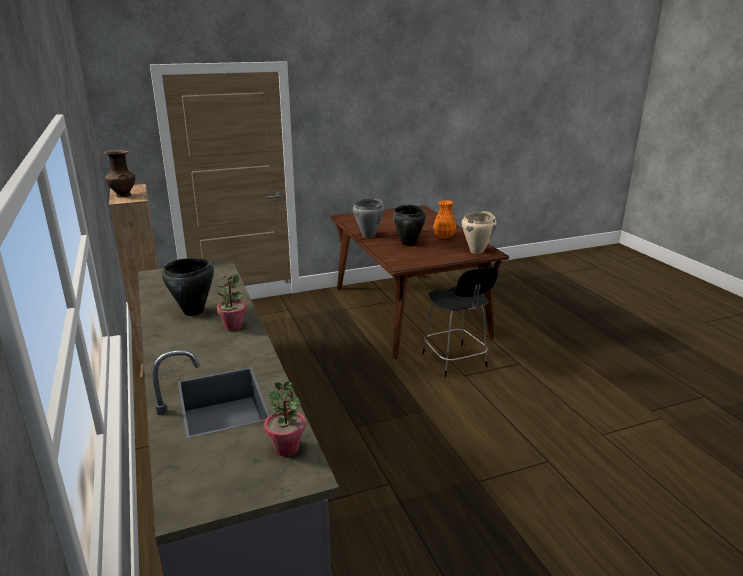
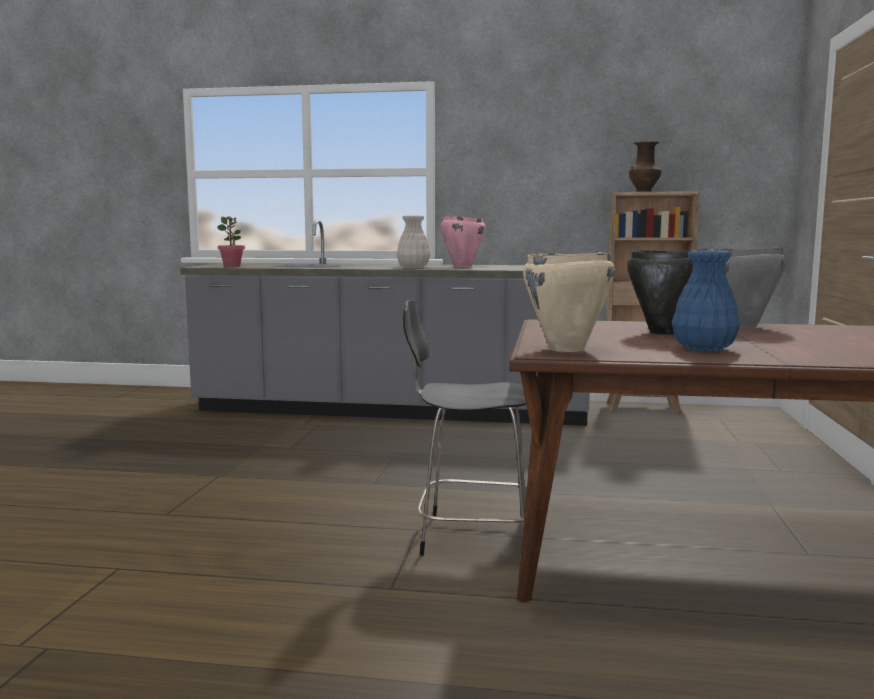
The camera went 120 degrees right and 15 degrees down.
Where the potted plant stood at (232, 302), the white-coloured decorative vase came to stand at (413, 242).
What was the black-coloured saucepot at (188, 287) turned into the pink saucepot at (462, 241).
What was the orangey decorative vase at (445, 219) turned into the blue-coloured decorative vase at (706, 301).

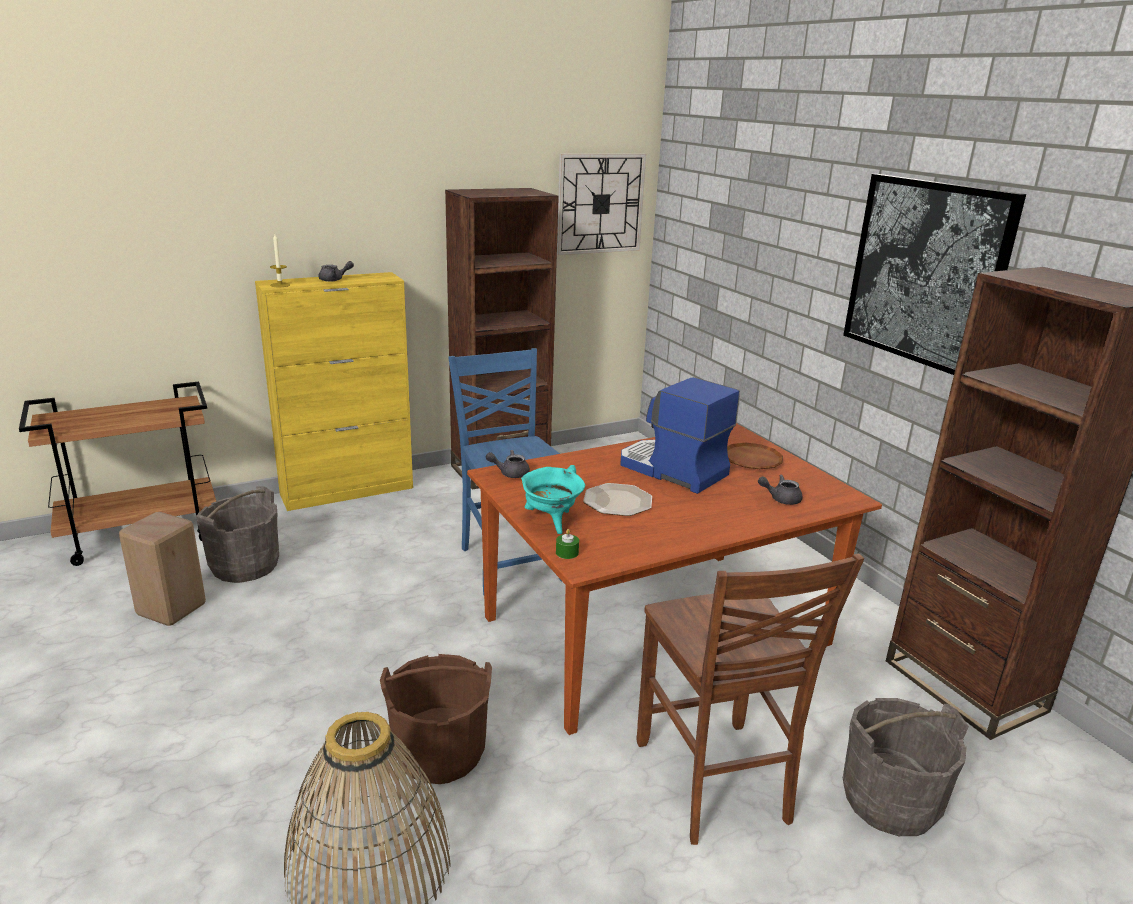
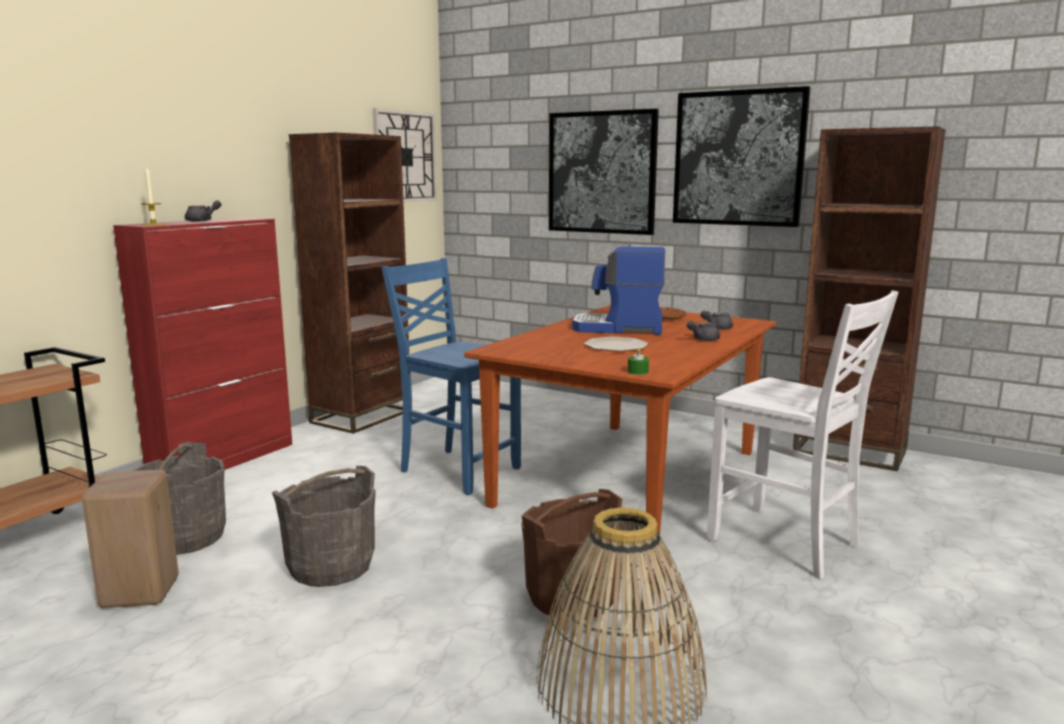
The camera went 30 degrees left and 10 degrees down.
What was the yellow cupboard at (334, 391) turned into the reddish cupboard at (202, 343).
The greyish pail ended up elsewhere, having gone from (906, 767) to (324, 526).
The second view gained the wall art at (604, 172).
The greyish tea pot ended up elsewhere, having gone from (508, 464) to (703, 331).
What was the brown chair at (750, 699) turned into the white-coloured chair at (803, 434).
The second view lost the blue-green saucepot at (553, 499).

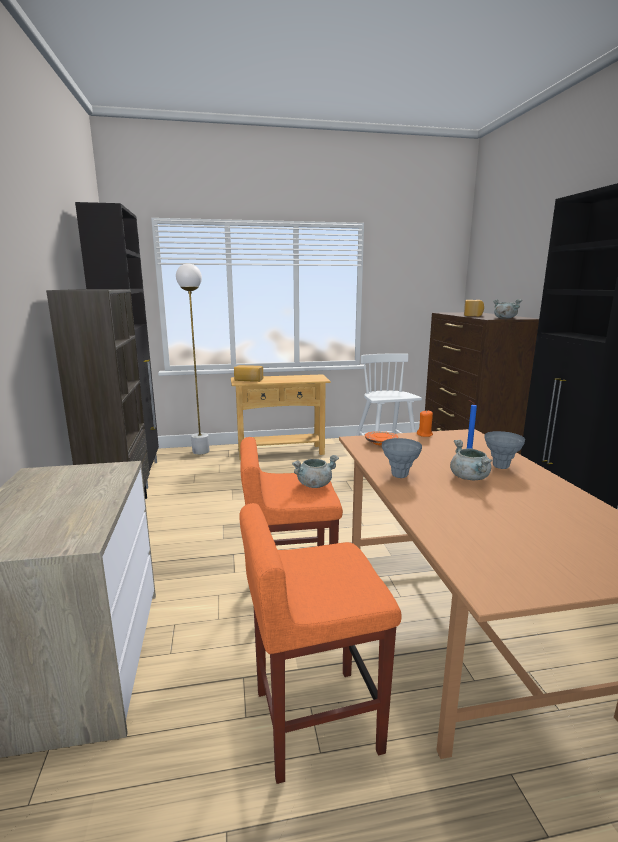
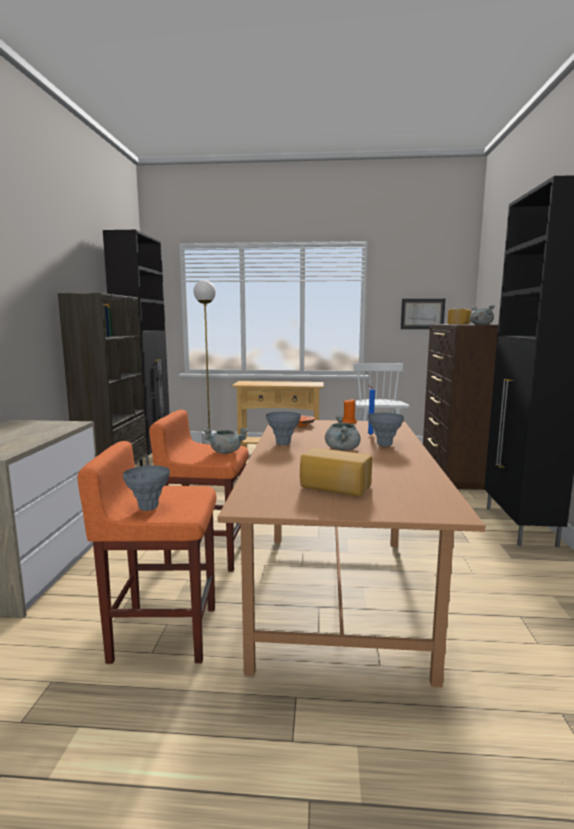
The camera went 15 degrees right and 5 degrees down.
The second view gained the greyish decorative vase at (146, 488).
The baked bread ended up elsewhere, having gone from (248, 373) to (336, 472).
The second view gained the wall art at (423, 314).

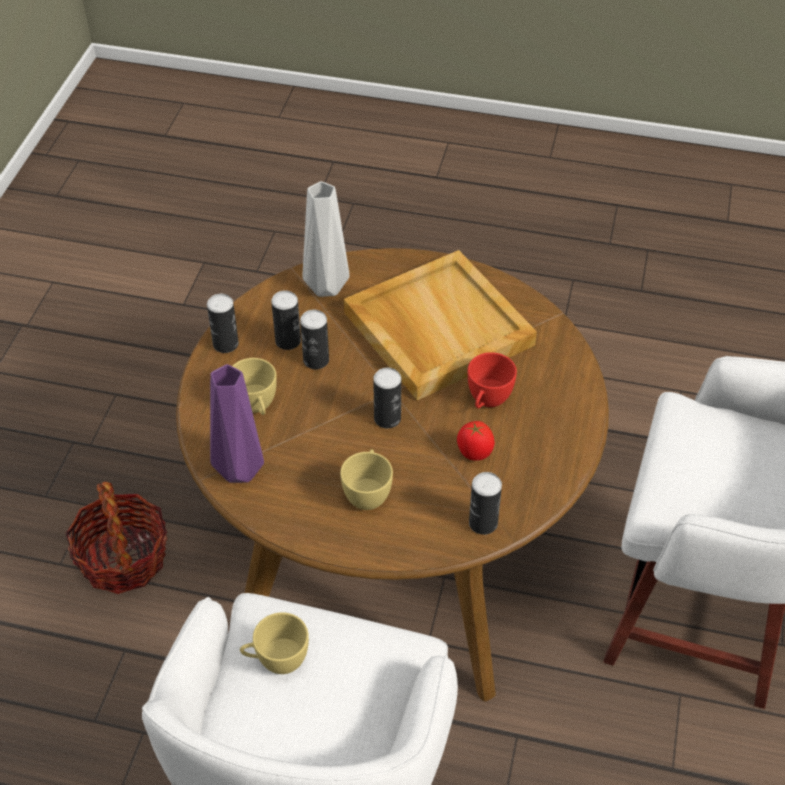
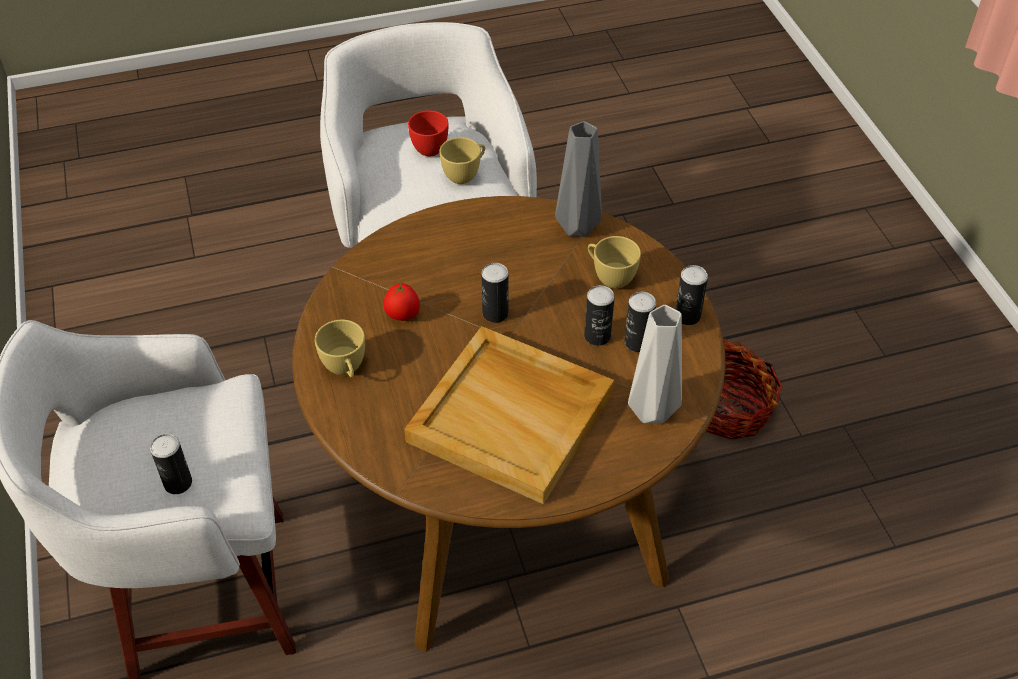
The camera went 150 degrees right and 0 degrees up.
The metal can ended up elsewhere, having gone from (485, 503) to (171, 464).
The yellow drinking cup ended up elsewhere, having gone from (366, 479) to (340, 349).
The reddish drinking cup ended up elsewhere, having gone from (492, 380) to (428, 133).
What was the purple-coloured decorative vase at (237, 423) turned into the greyish decorative vase at (578, 179).

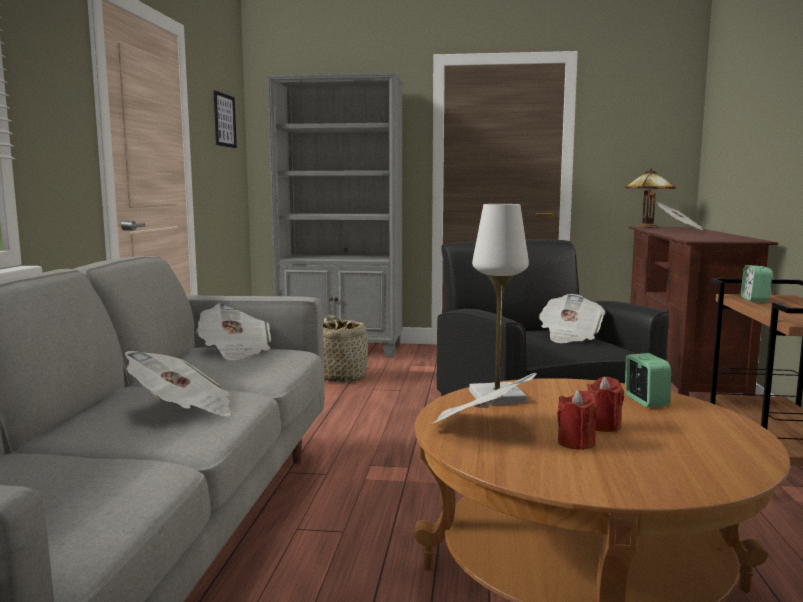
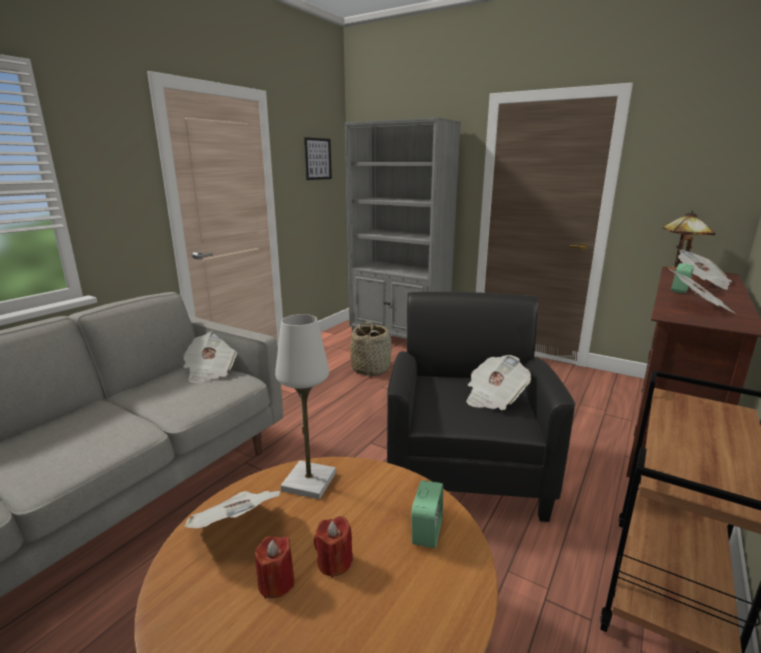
The camera went 25 degrees right and 10 degrees up.
The daily paper ended up elsewhere, having gone from (178, 383) to (703, 291).
The bedside clock ended up elsewhere, having gone from (757, 283) to (682, 278).

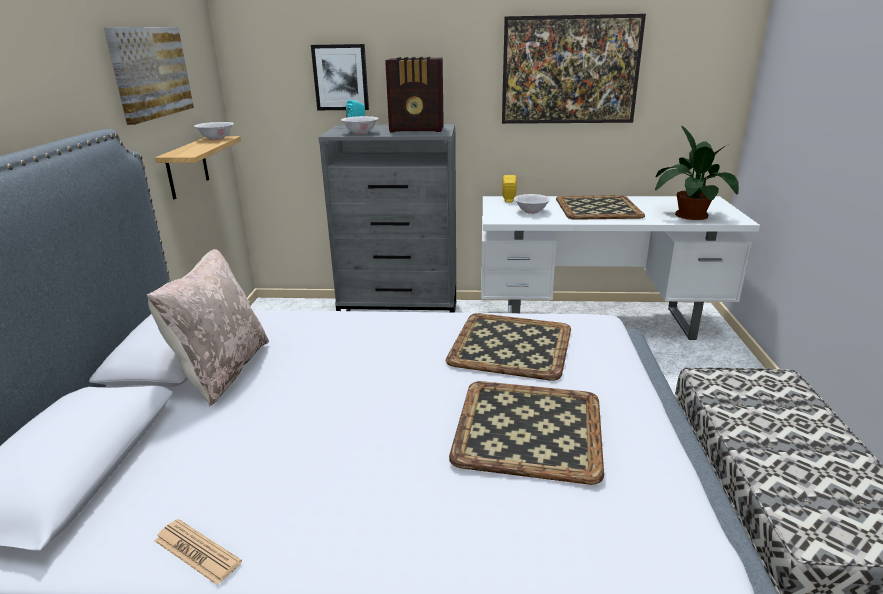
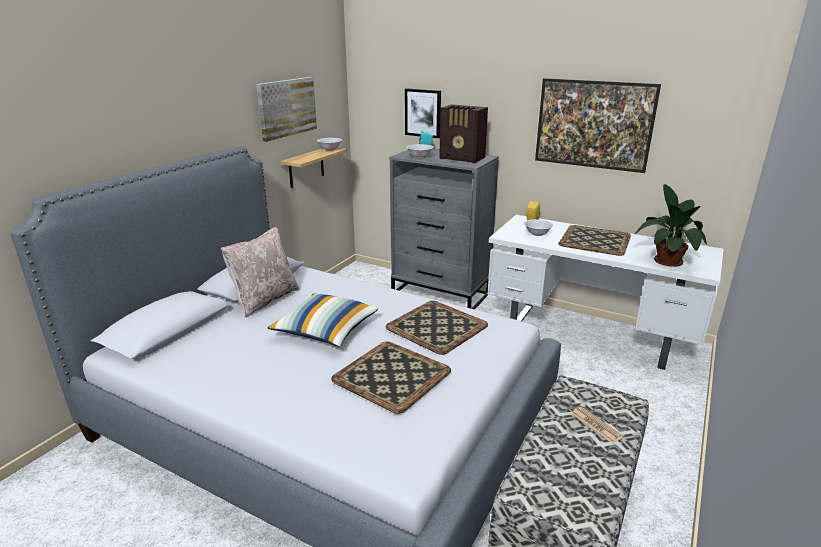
The camera went 25 degrees right and 0 degrees up.
The second view gained the pillow at (323, 320).
The daily paper ended up elsewhere, having gone from (198, 552) to (597, 425).

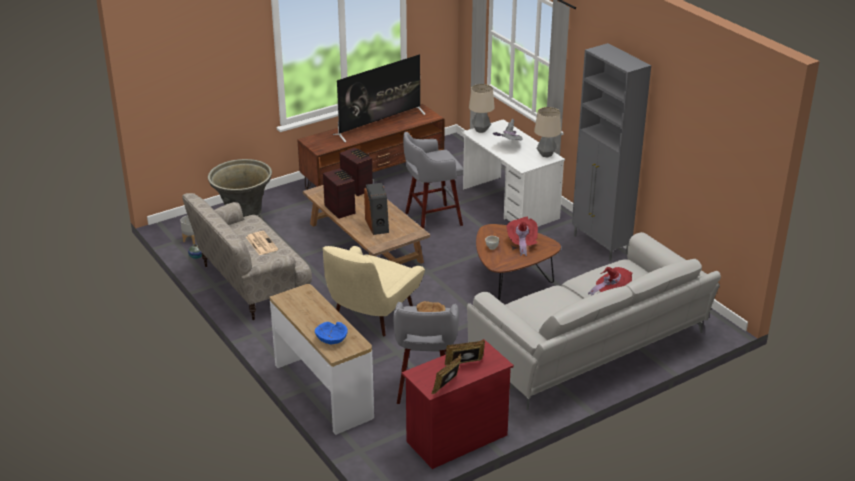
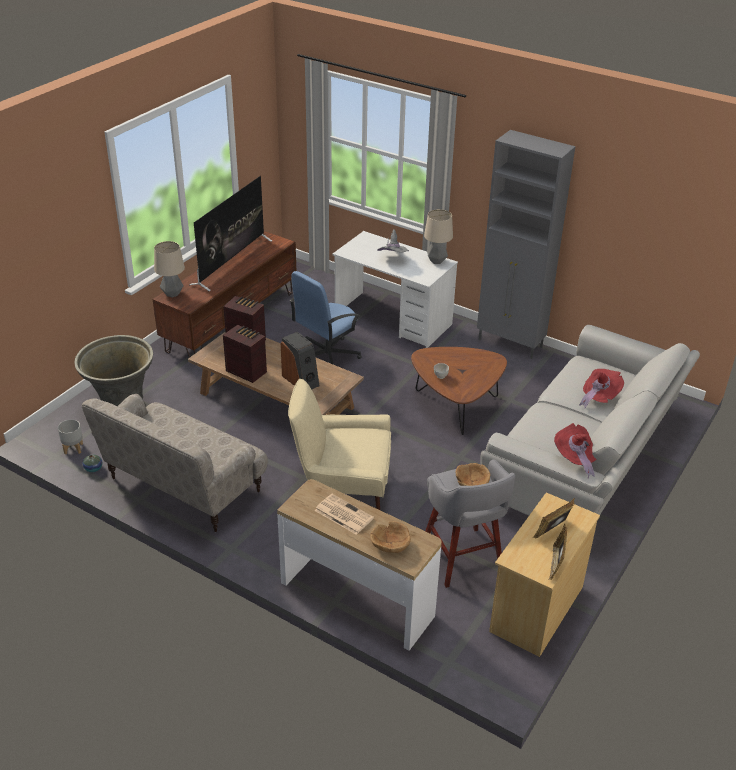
The camera went 25 degrees left and 5 degrees up.
The lamp for a table ended up elsewhere, having gone from (482, 108) to (169, 269).
The beige-coloured armchair at (373, 291) ended up facing another way, 90 degrees clockwise from before.
Where the greyish stool stood at (433, 180), the blue-coloured computer chair came to stand at (325, 318).
The daily paper ended up elsewhere, having gone from (262, 243) to (344, 514).
What was the blue-coloured bowl at (331, 333) turned into the brown bowl at (390, 537).
What was the reddish drawer chest at (458, 404) turned into the beige-coloured drawer chest at (544, 575).
The reddish hat ended up elsewhere, having gone from (522, 236) to (575, 451).

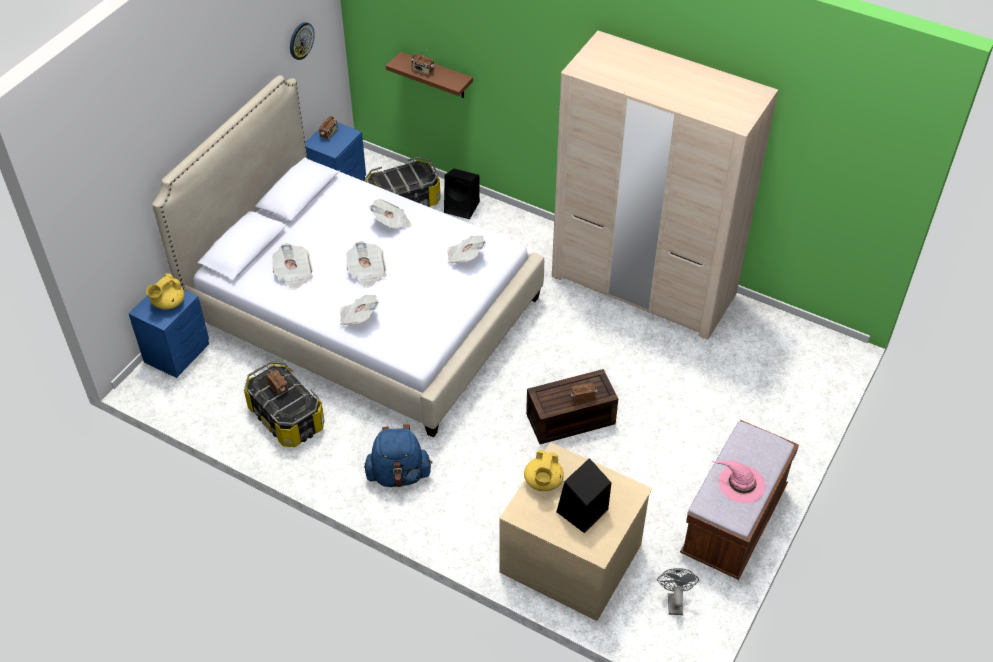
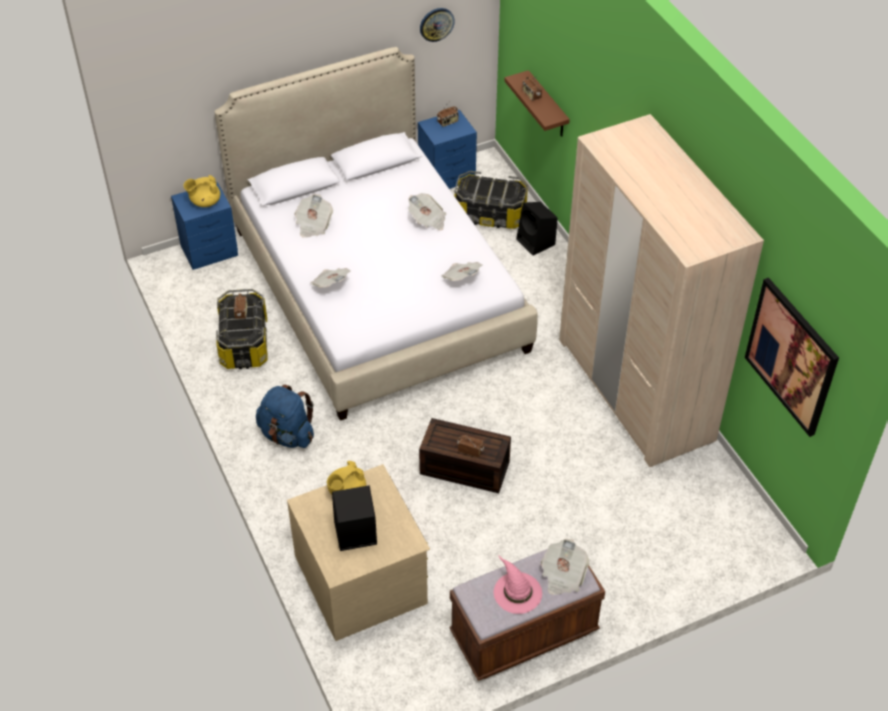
The camera went 35 degrees right and 0 degrees up.
The daily paper ended up elsewhere, having gone from (366, 264) to (565, 567).
The second view gained the wall art at (792, 357).
The second view lost the greyish cooling fan at (678, 591).

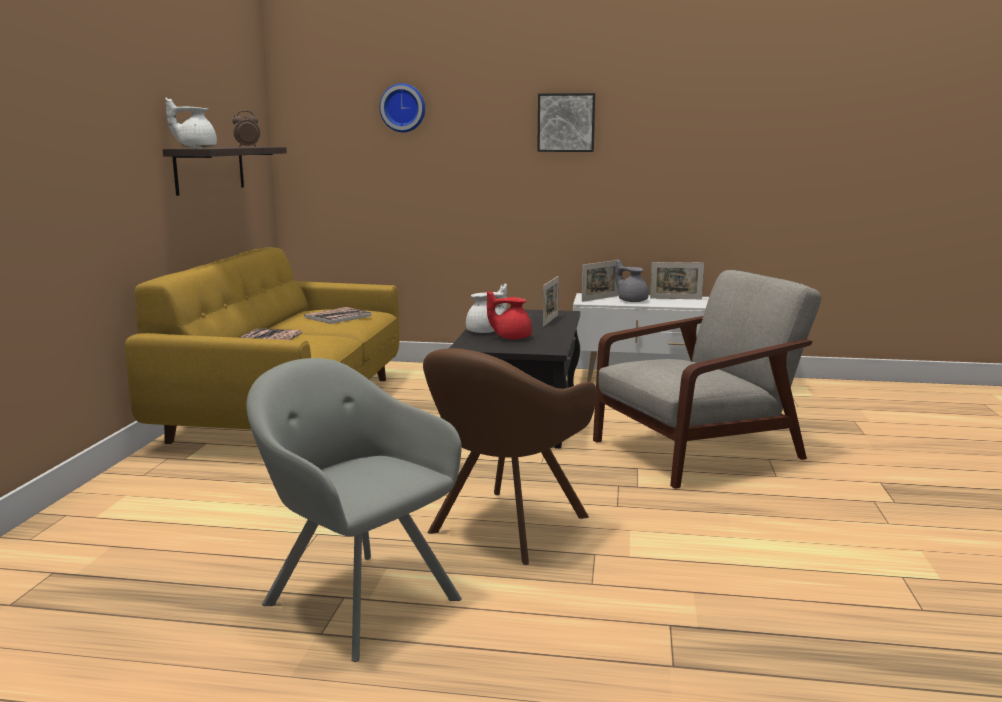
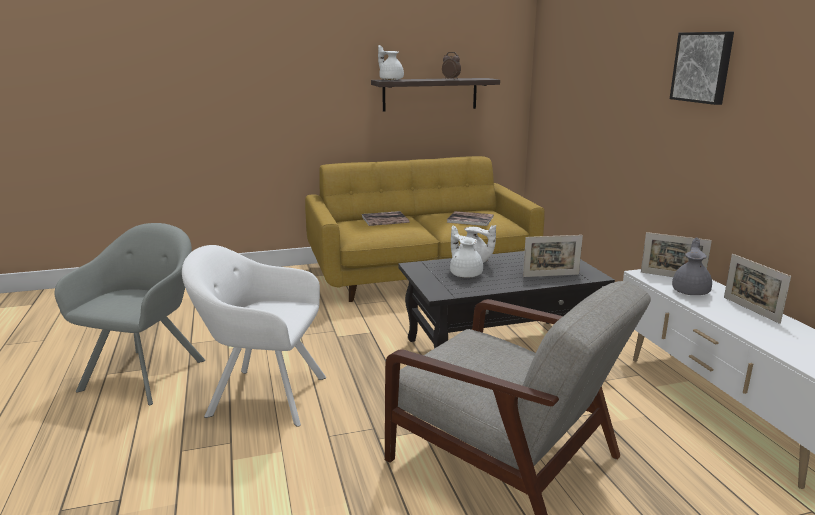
The camera went 65 degrees right and 5 degrees up.
What was the brown armchair at (510, 456) turned into the white-coloured armchair at (254, 336).
What was the reddish tea pot at (509, 315) turned into the white-coloured tea pot at (466, 252).
The second view lost the hanging clock at (402, 107).

